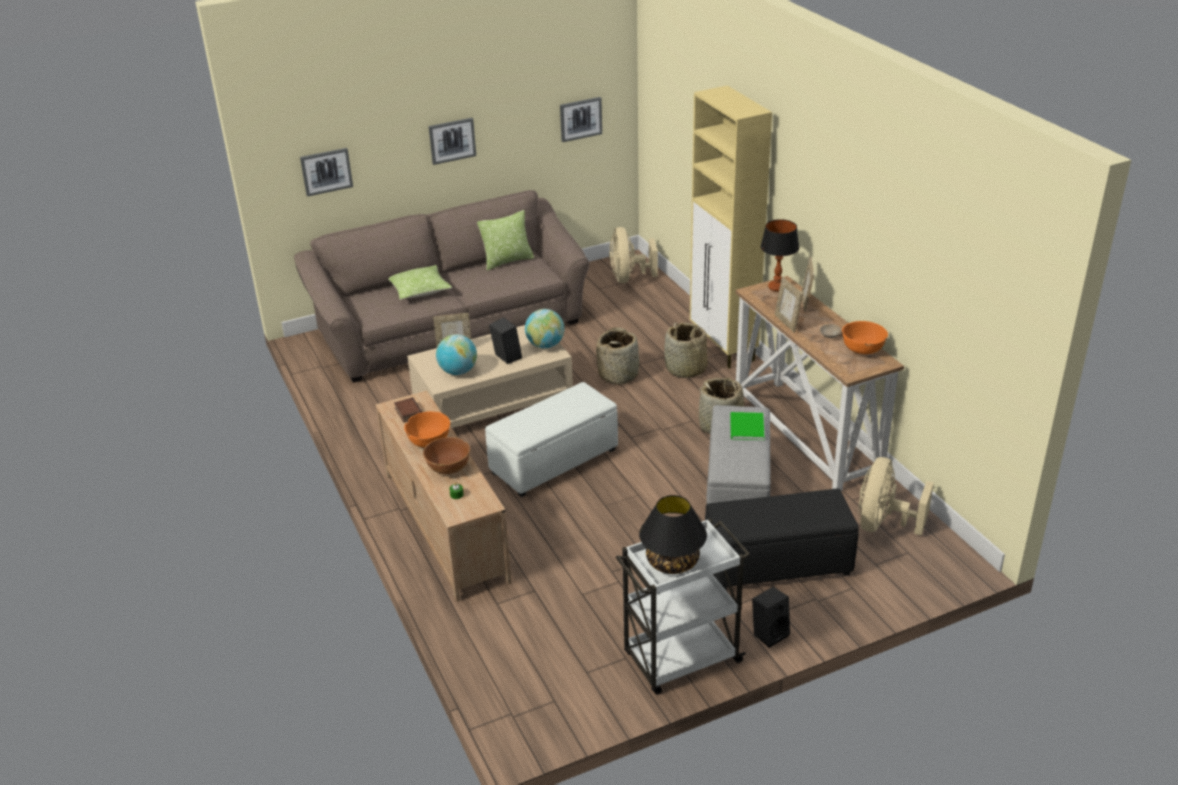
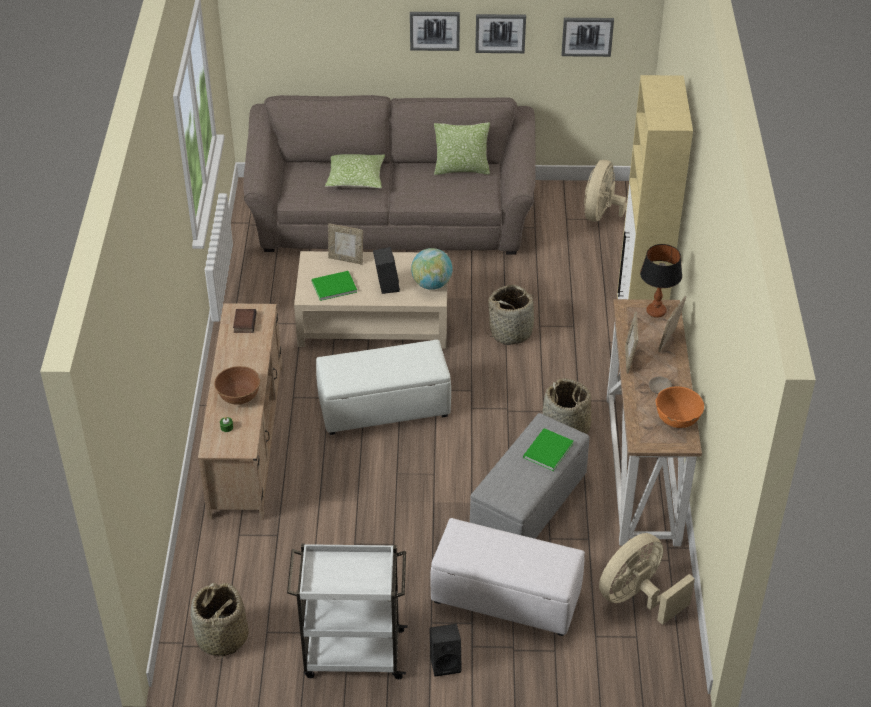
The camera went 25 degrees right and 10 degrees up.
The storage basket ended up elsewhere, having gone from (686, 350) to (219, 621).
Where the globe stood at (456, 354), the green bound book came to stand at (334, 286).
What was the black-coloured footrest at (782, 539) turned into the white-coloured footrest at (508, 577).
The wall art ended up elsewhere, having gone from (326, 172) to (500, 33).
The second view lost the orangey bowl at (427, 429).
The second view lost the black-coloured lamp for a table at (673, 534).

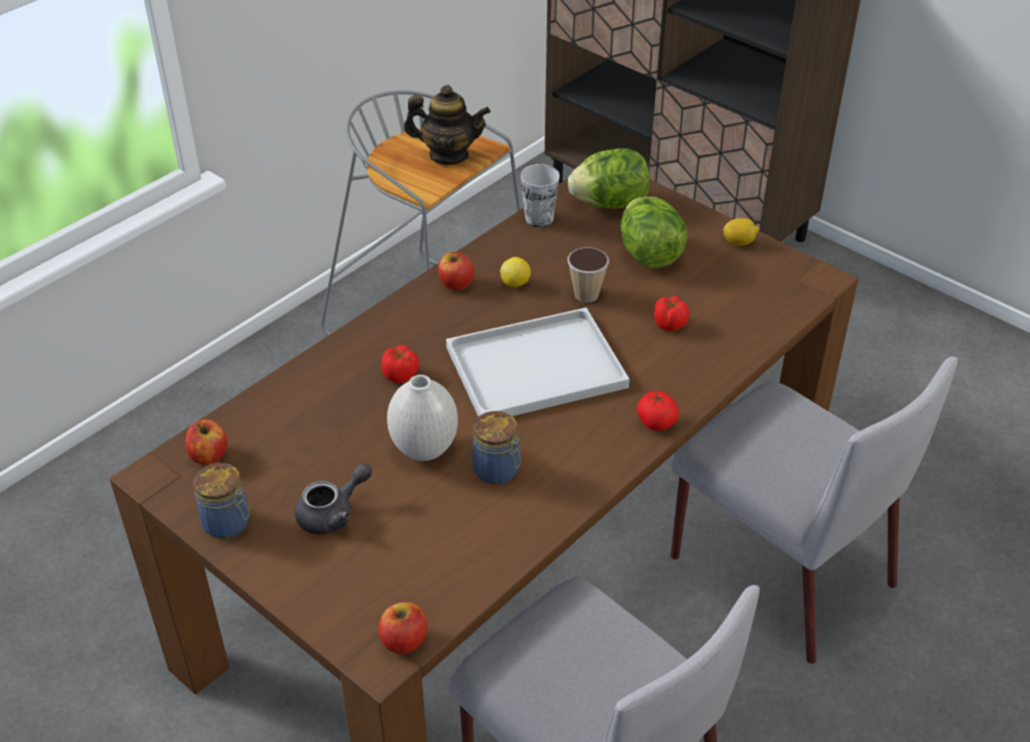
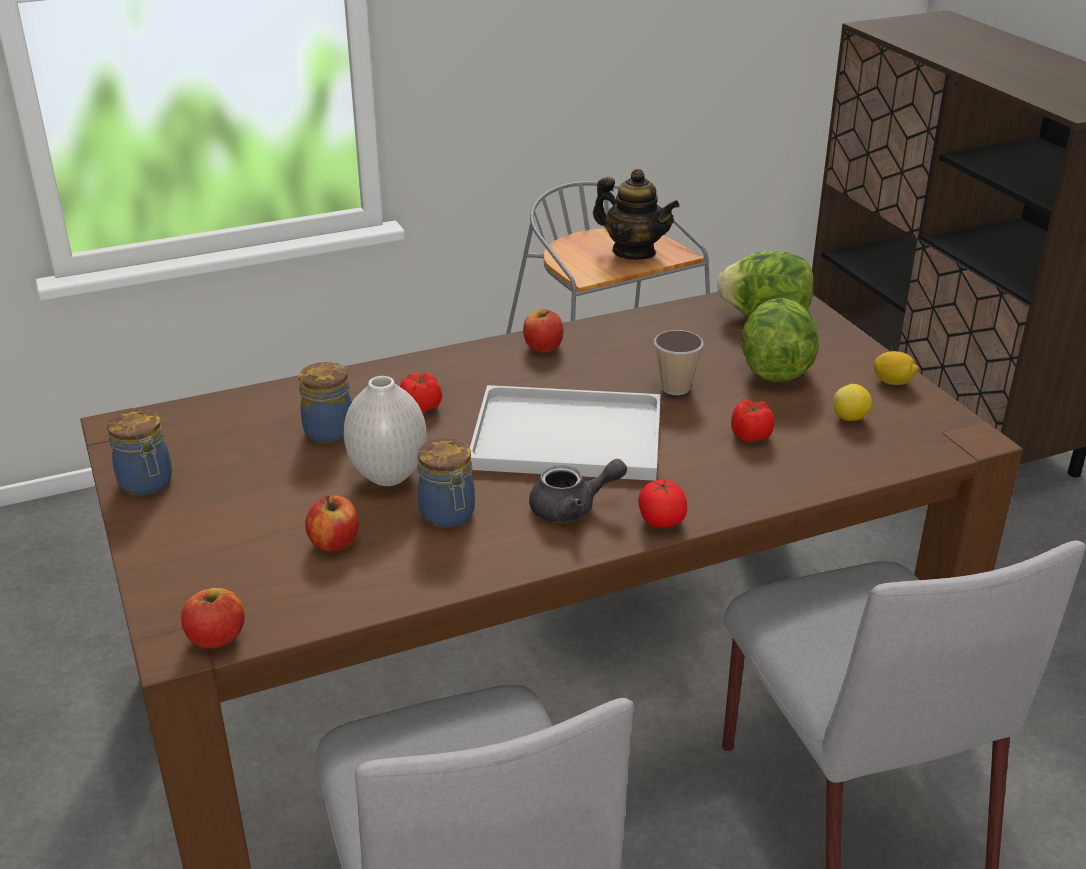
The camera went 25 degrees right and 10 degrees down.
The second view gained the jar at (325, 402).
The apple ended up elsewhere, having gone from (206, 442) to (332, 523).
The greyish tea pot ended up elsewhere, having gone from (333, 498) to (578, 491).
The lemon ended up elsewhere, having gone from (515, 272) to (852, 402).
The second view lost the drinking cup at (540, 195).

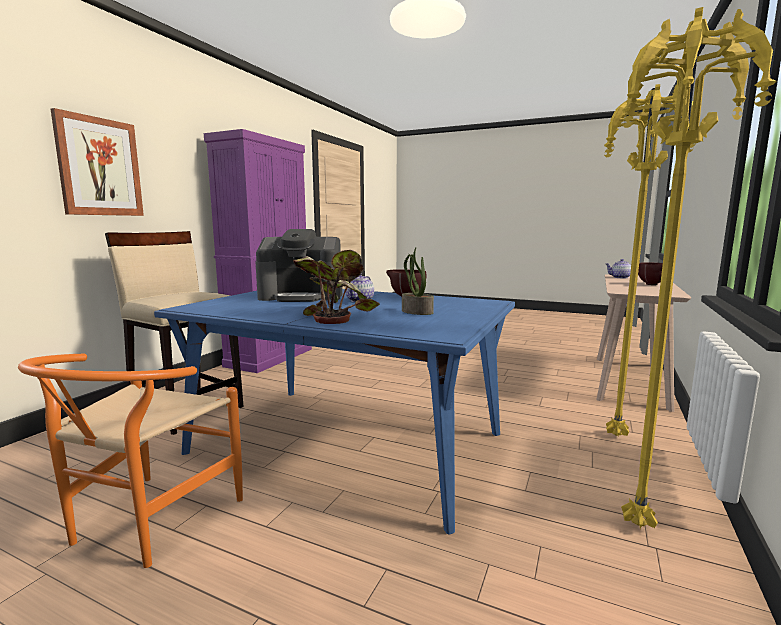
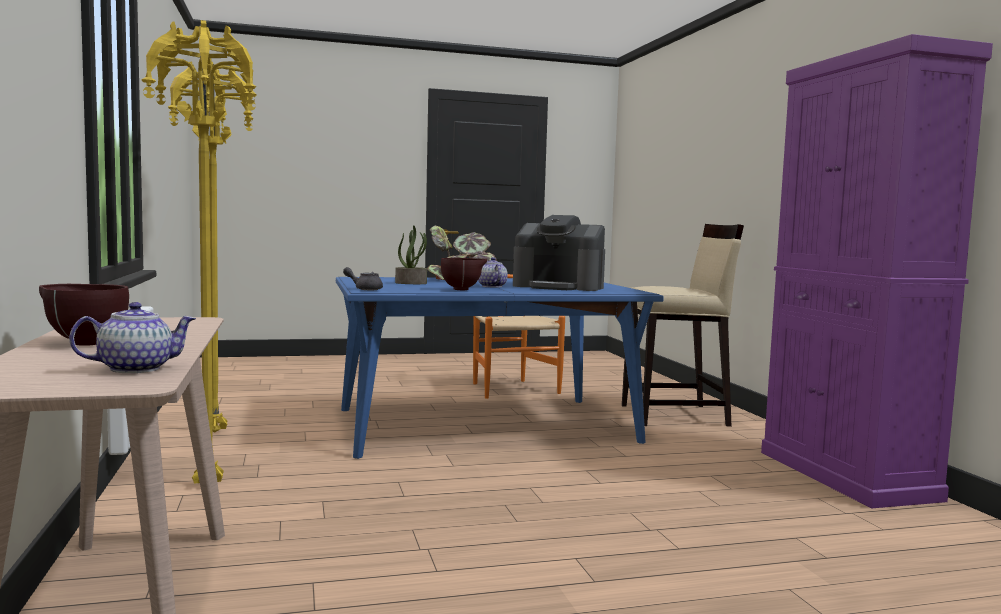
The camera went 140 degrees right and 5 degrees down.
The second view gained the greyish tea pot at (363, 278).
The coffee machine at (299, 265) ended up facing another way, 120 degrees counterclockwise from before.
The second view lost the wall art at (97, 162).

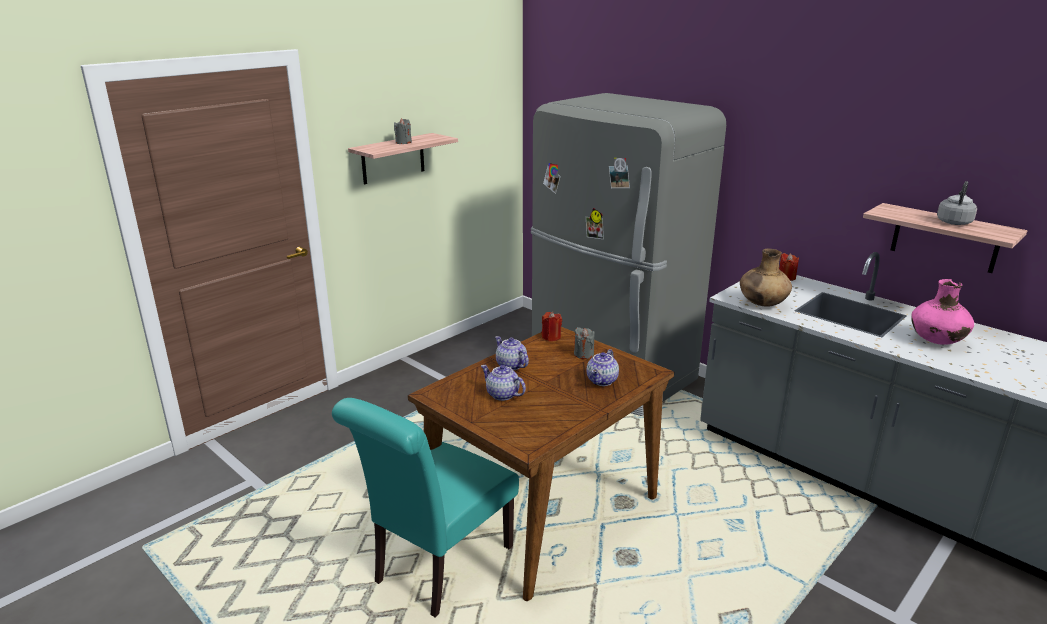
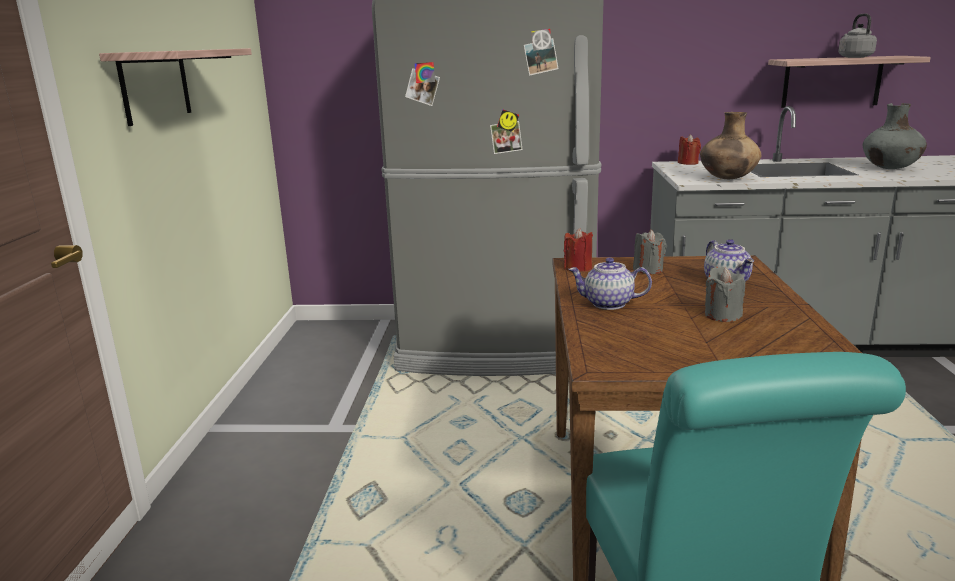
The camera went 40 degrees left and 5 degrees down.
The greyish wax candle ended up elsewhere, having gone from (403, 131) to (725, 294).
What was the pink decorative vase at (942, 312) turned into the greyish decorative vase at (895, 136).
The second view lost the tea pot at (503, 383).

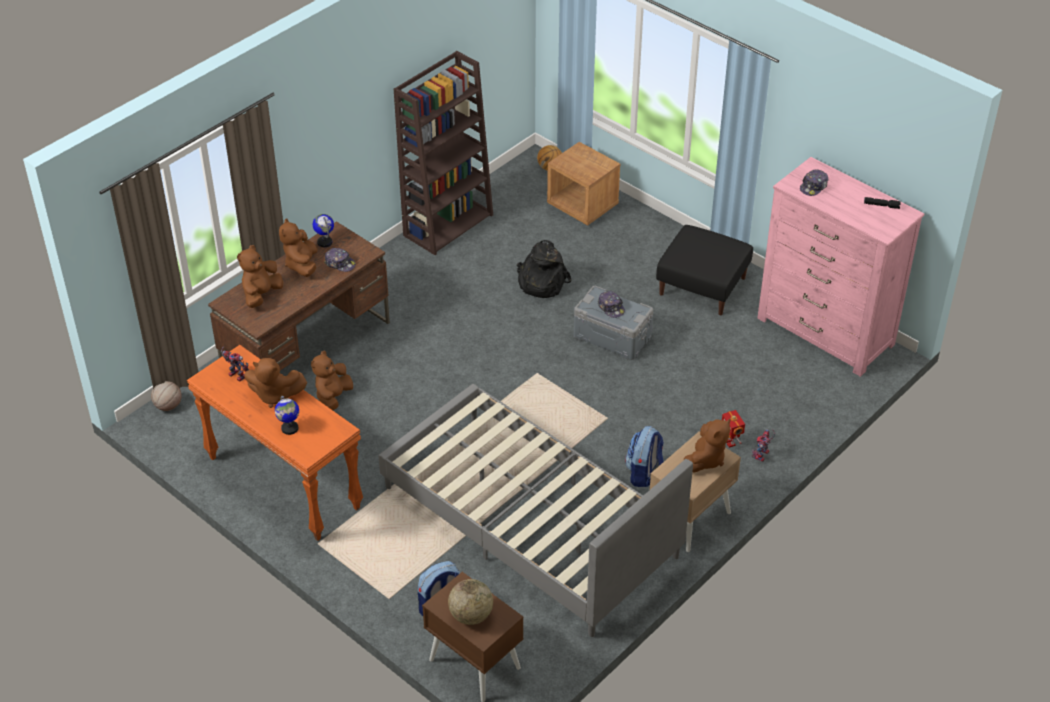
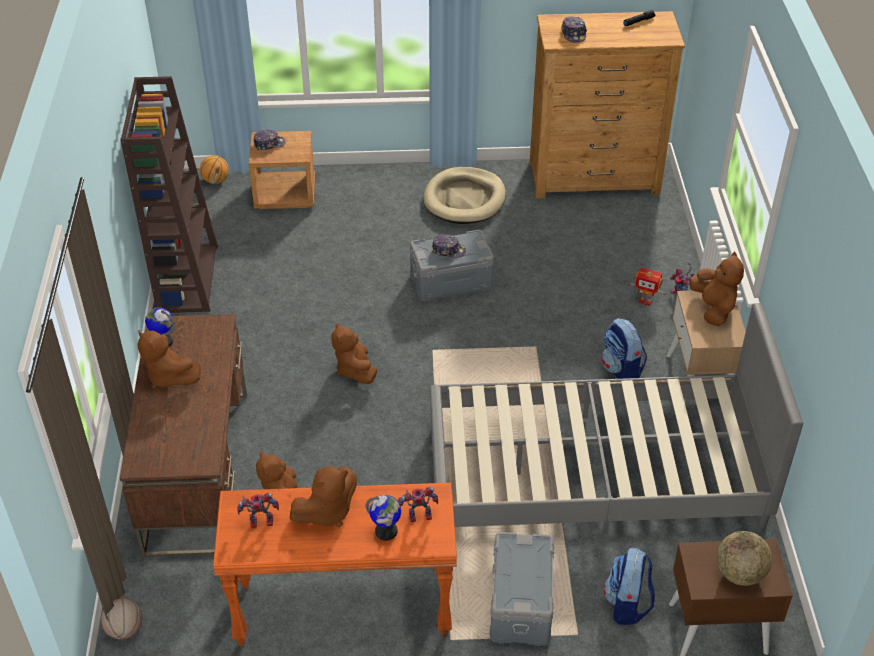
The camera went 45 degrees left and 0 degrees up.
The cap ended up elsewhere, having gone from (340, 260) to (270, 140).
The brown soft toy ended up elsewhere, having gone from (260, 276) to (354, 353).
The second view gained the toy robot at (418, 504).
Where the black-coloured footrest stood at (704, 270), the beige-coloured dog bed came to stand at (464, 195).
The second view gained the greyish storage box at (521, 589).
What was the pink drawer chest at (840, 267) turned into the brown drawer chest at (607, 104).
The second view lost the black-coloured rucksack at (544, 269).

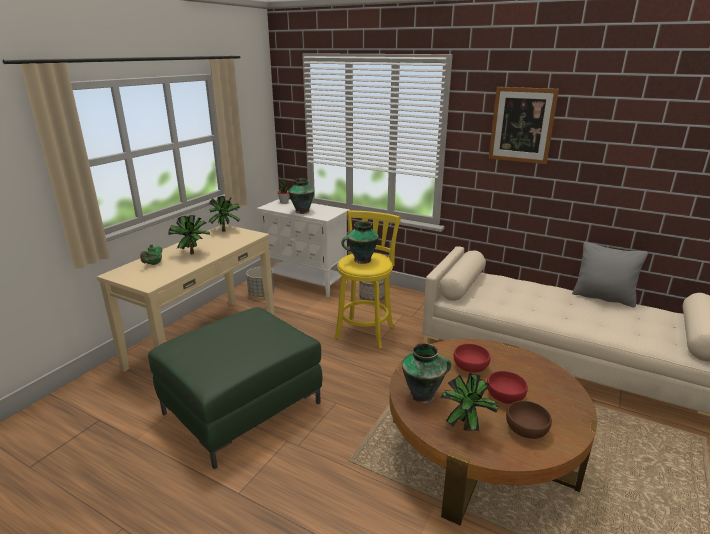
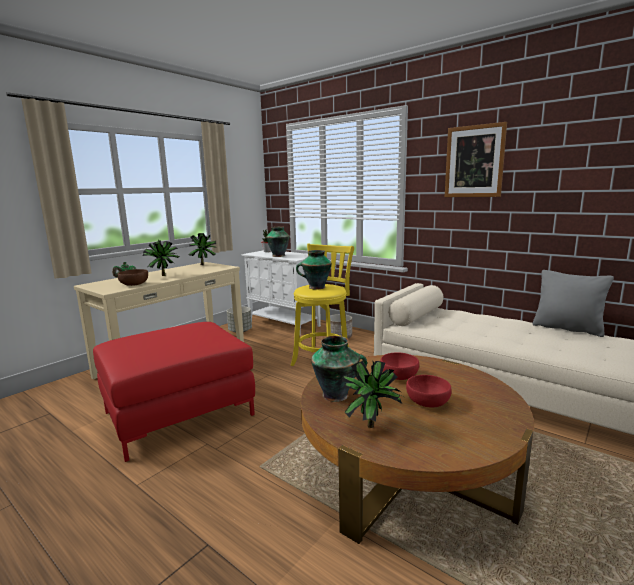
The camera went 10 degrees right and 10 degrees down.
What was the green footrest at (235, 388) turned into the reddish footrest at (174, 392).
The brown bowl ended up elsewhere, having gone from (529, 420) to (133, 277).

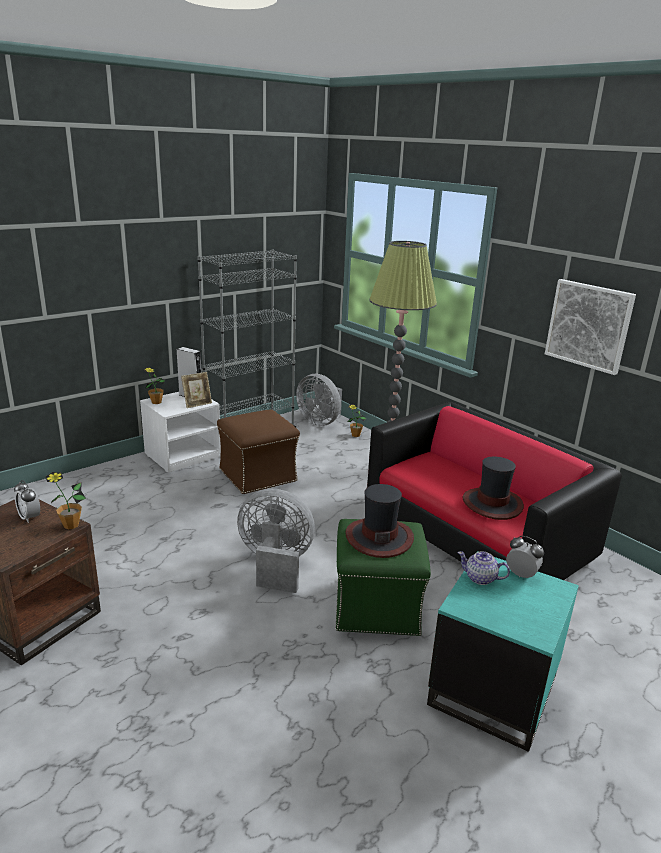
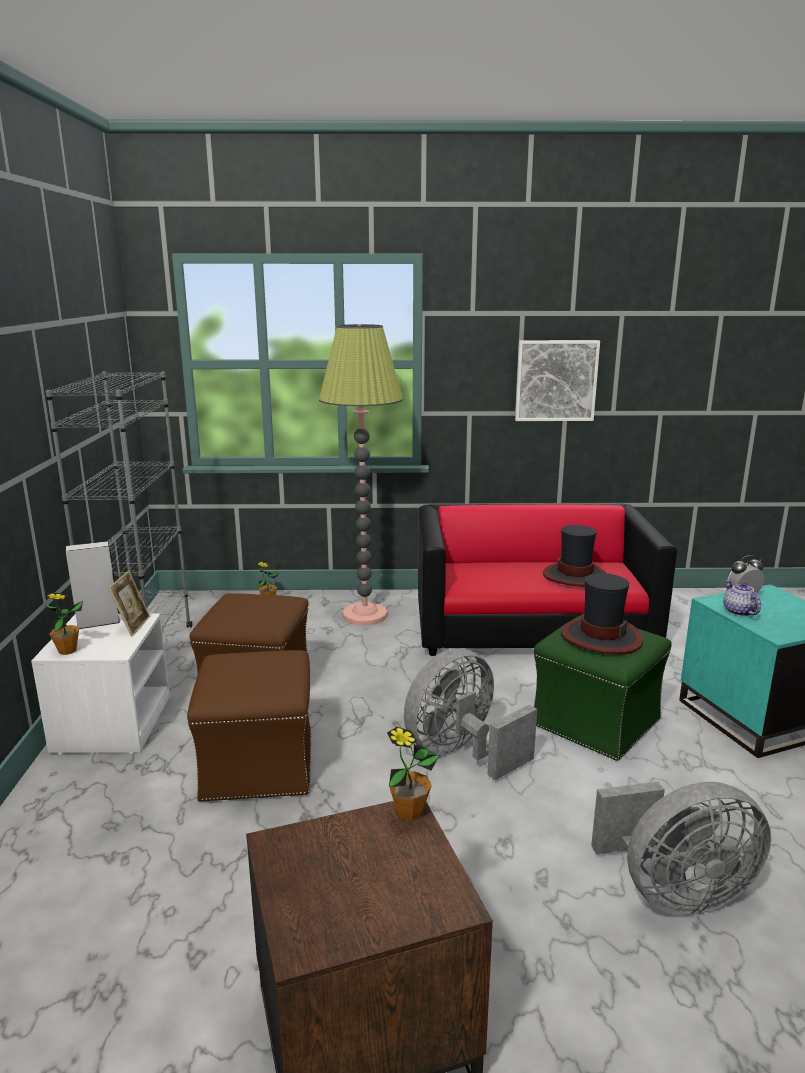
The camera went 50 degrees left and 5 degrees down.
The second view gained the brown footrest at (249, 726).
The greyish cooling fan ended up elsewhere, having gone from (319, 400) to (681, 848).
The tea pot at (483, 568) ended up facing another way, 105 degrees clockwise from before.
The second view lost the bedside clock at (27, 501).

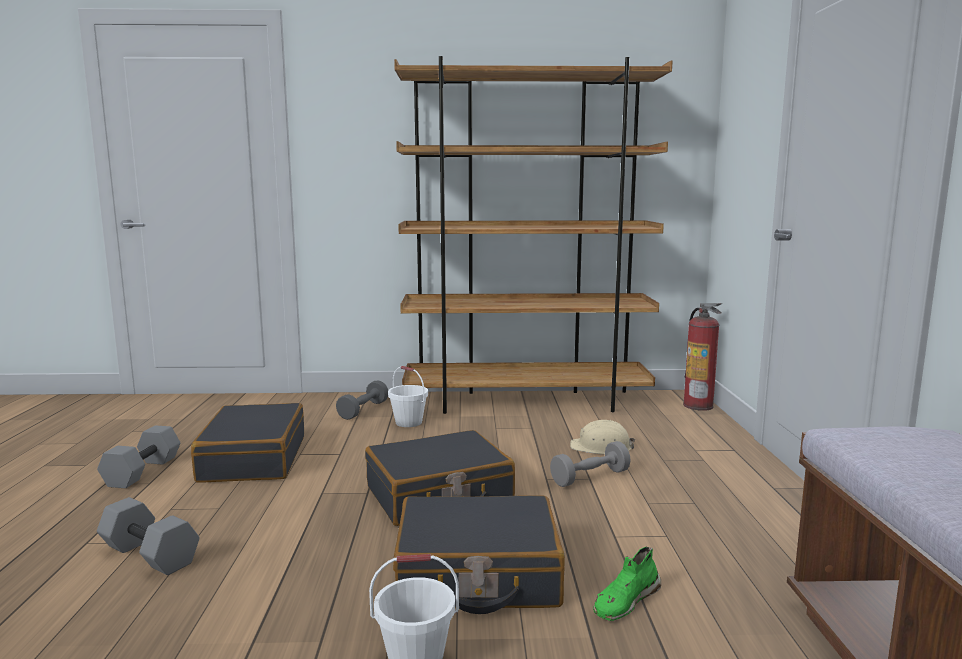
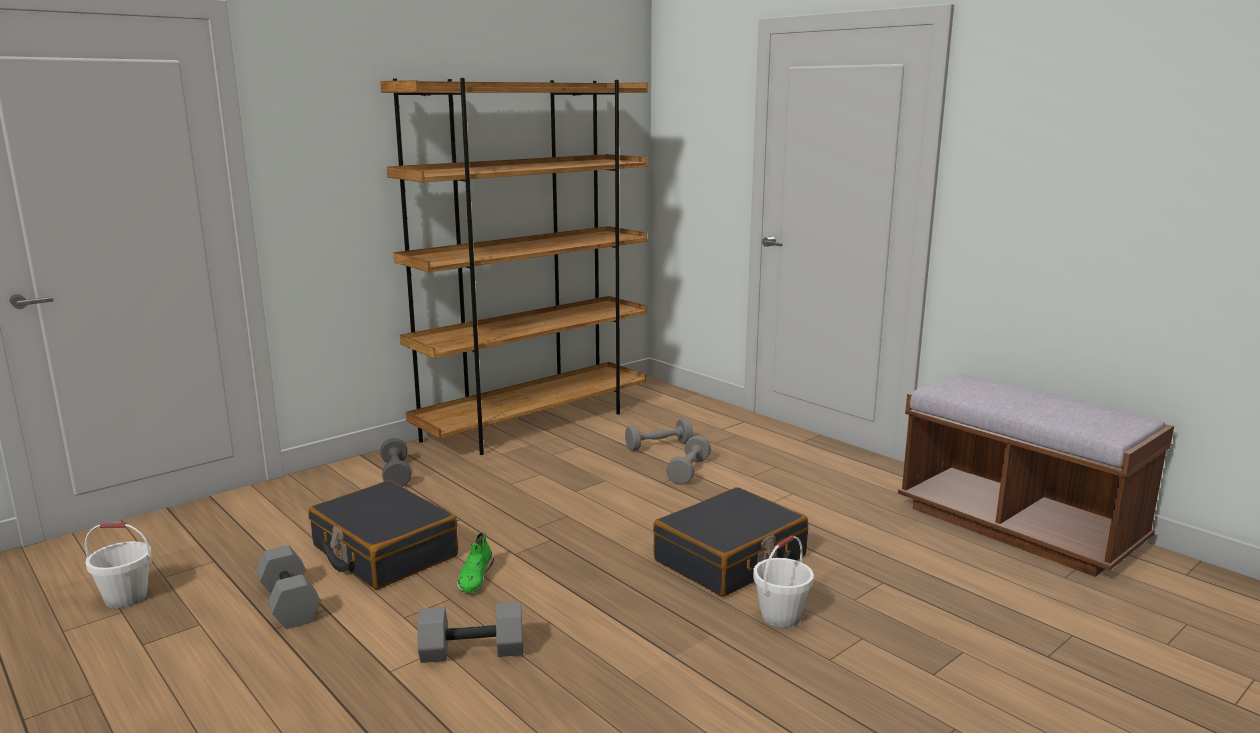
The camera went 40 degrees left and 5 degrees up.
The white-coloured pail ended up elsewhere, having gone from (408, 396) to (118, 565).
The green item of footwear ended up elsewhere, having gone from (627, 584) to (475, 562).
Where the beige-coloured safety helmet stood at (602, 437), the greyish dumbbell came to stand at (659, 434).
The second view lost the black-coloured piece of luggage at (440, 478).
The second view lost the fire-fighting cylinder at (703, 357).

